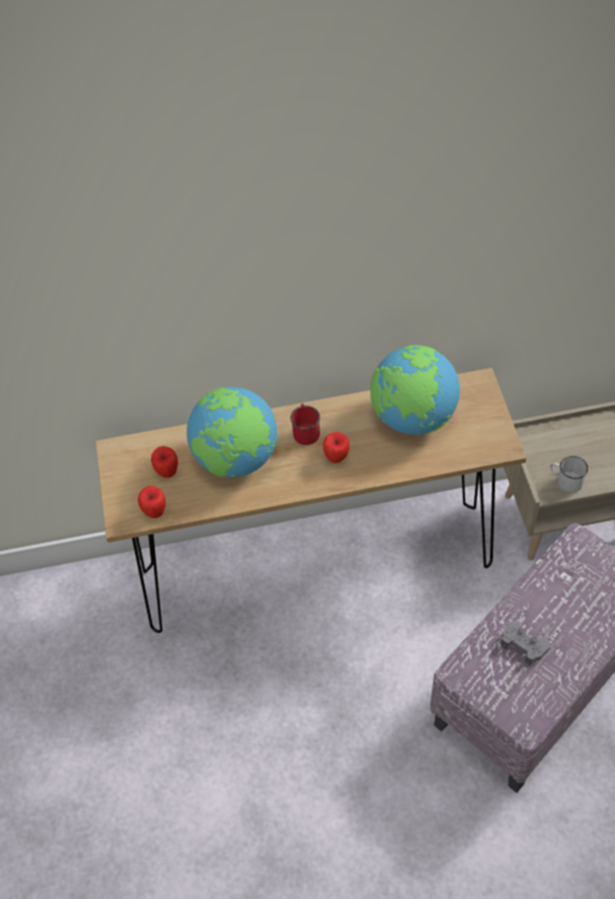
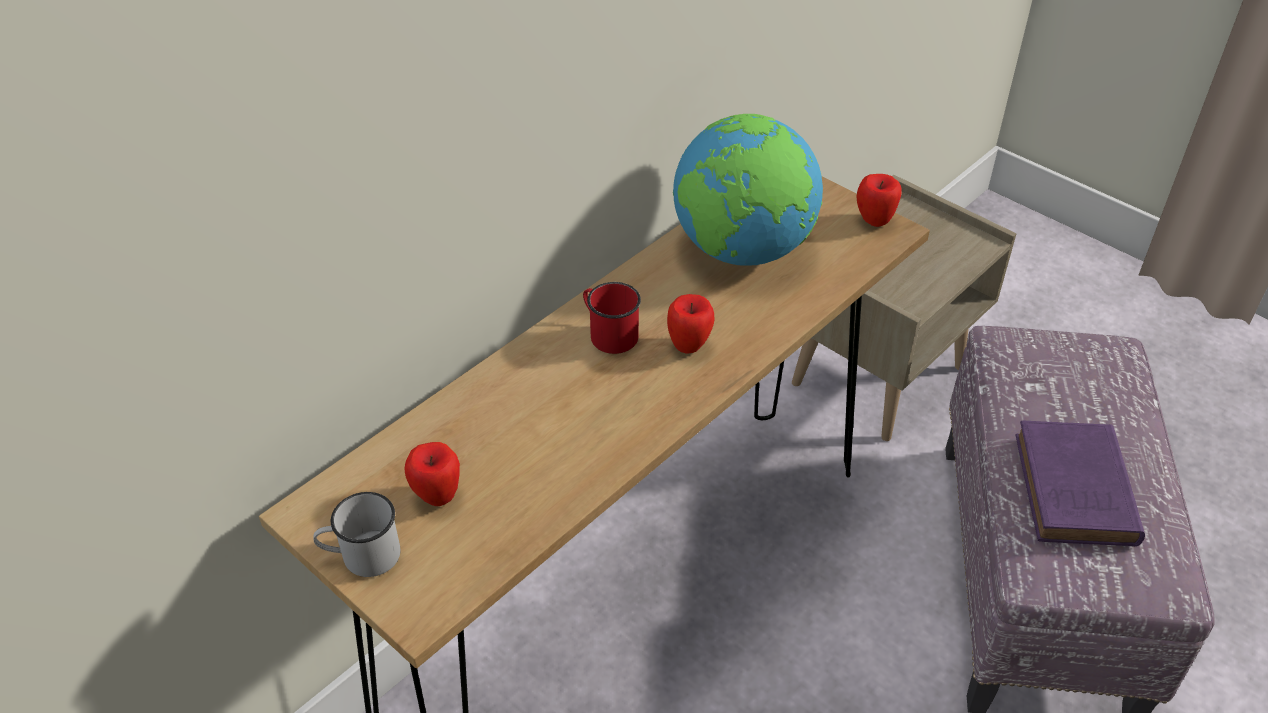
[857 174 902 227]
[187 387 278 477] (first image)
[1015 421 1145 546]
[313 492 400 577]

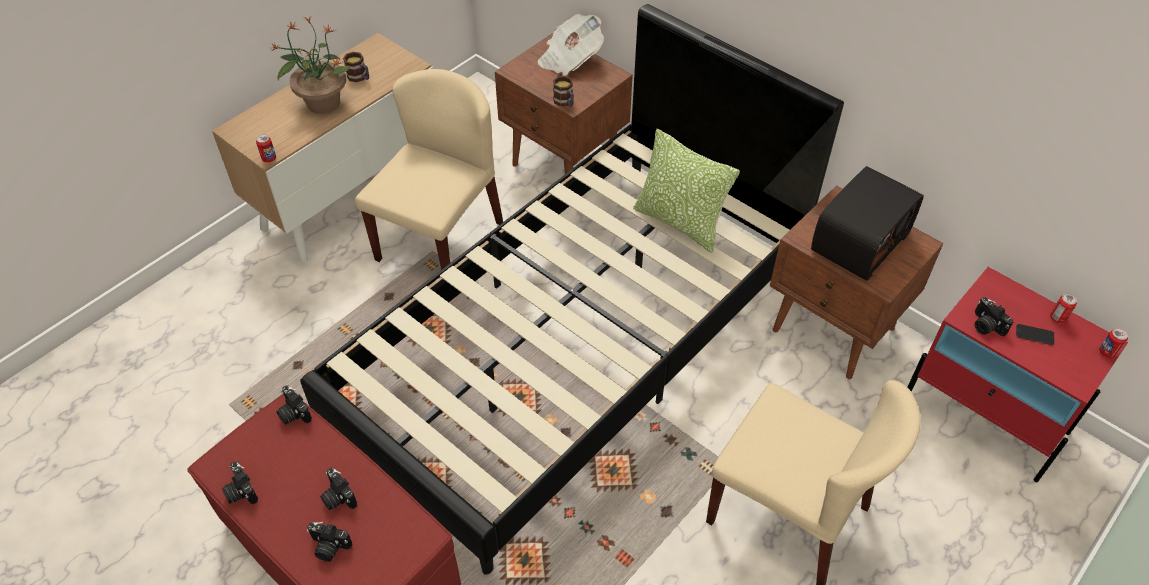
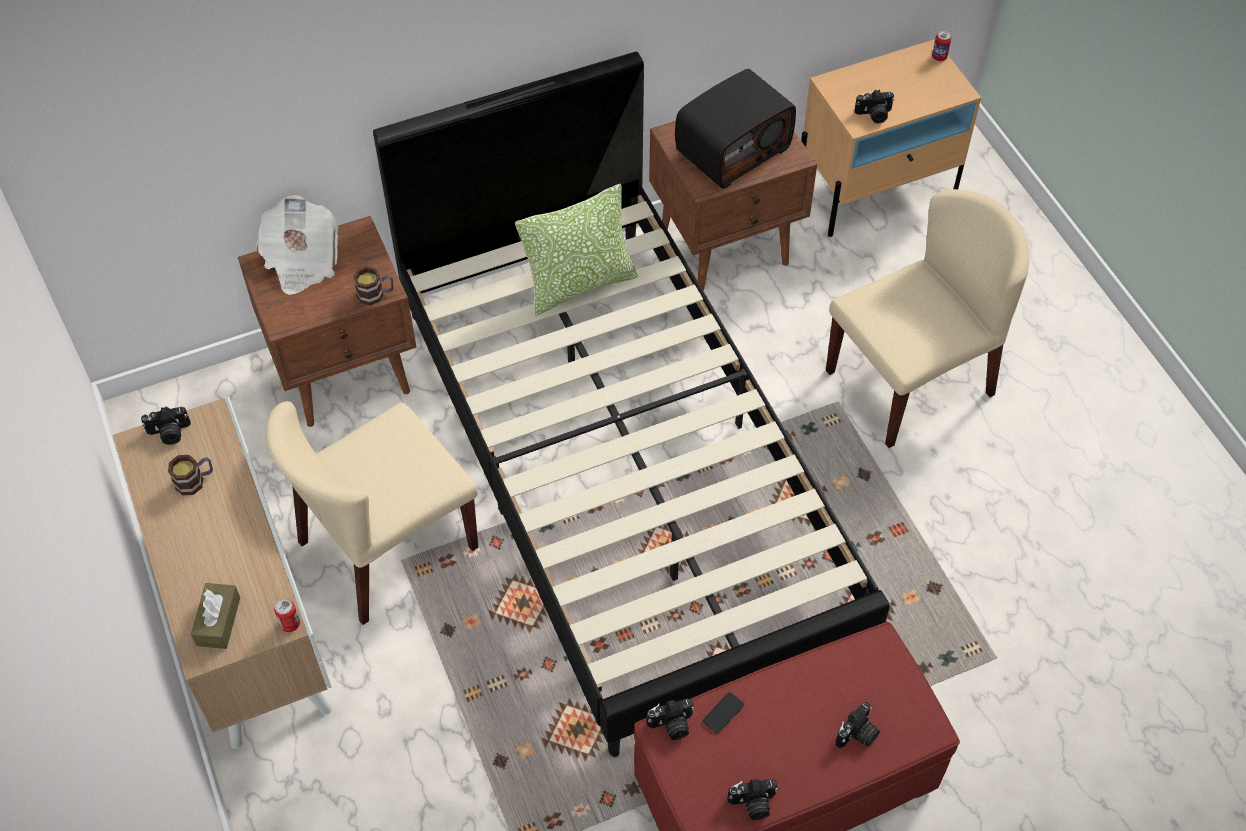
[269 17 350 114] (first image)
[141 406 191 445]
[265 401 478 625]
[675 69 796 188]
[801 39 981 237]
[702 692 744 734]
[1050 294 1077 323] (first image)
[191 583 240 649]

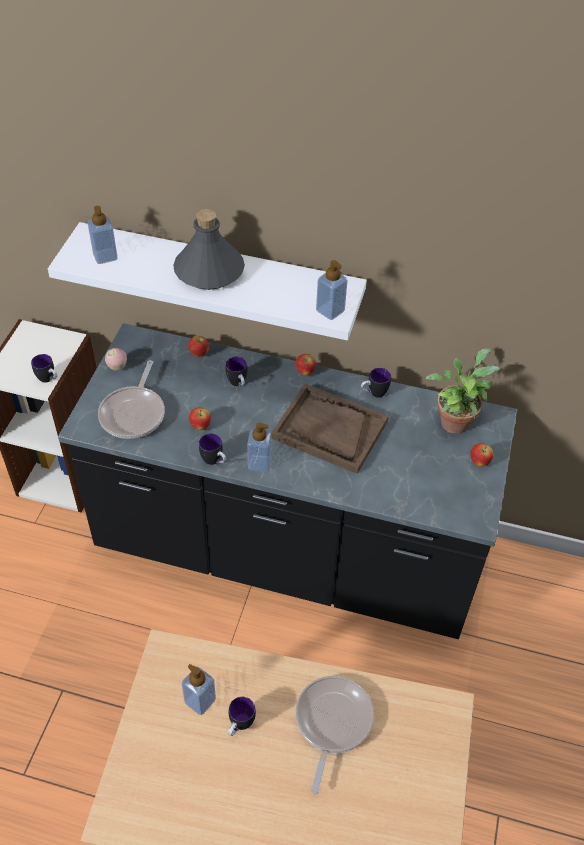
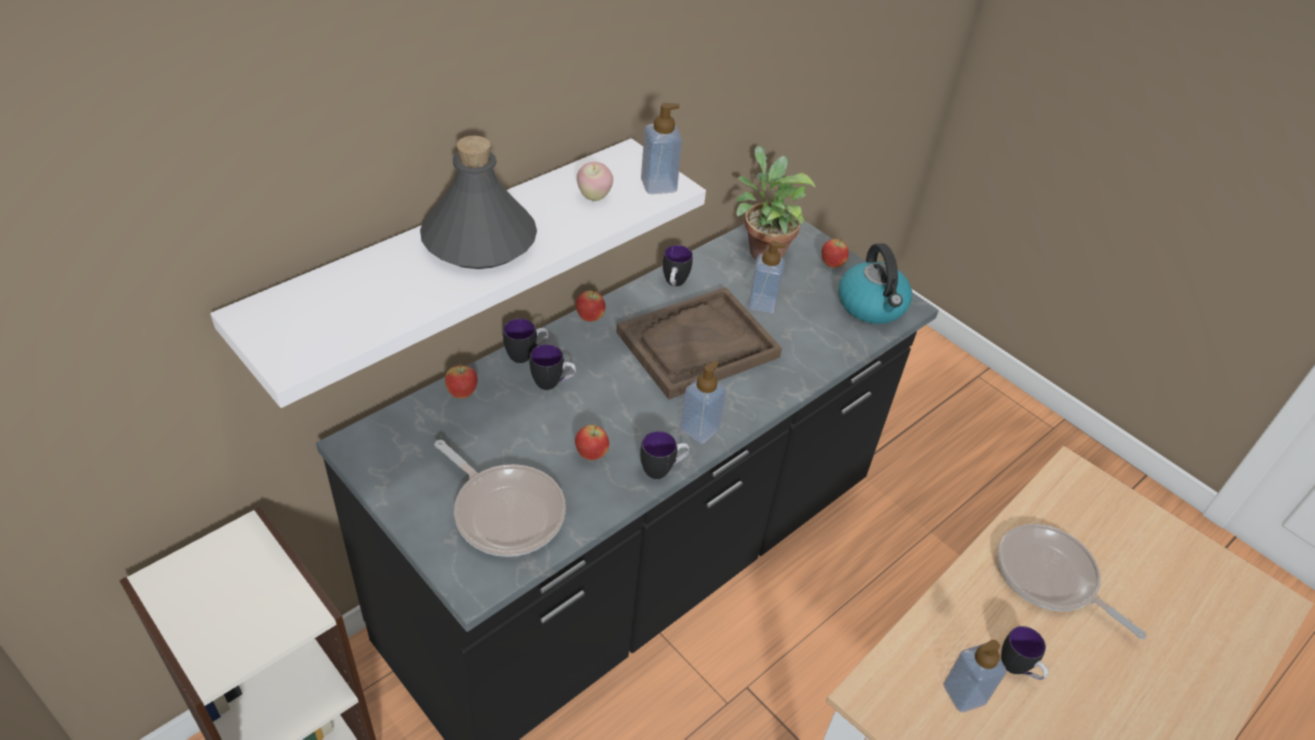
[503 318 548 363]
[748 241 786 313]
[577 162 613 201]
[839 243 912 324]

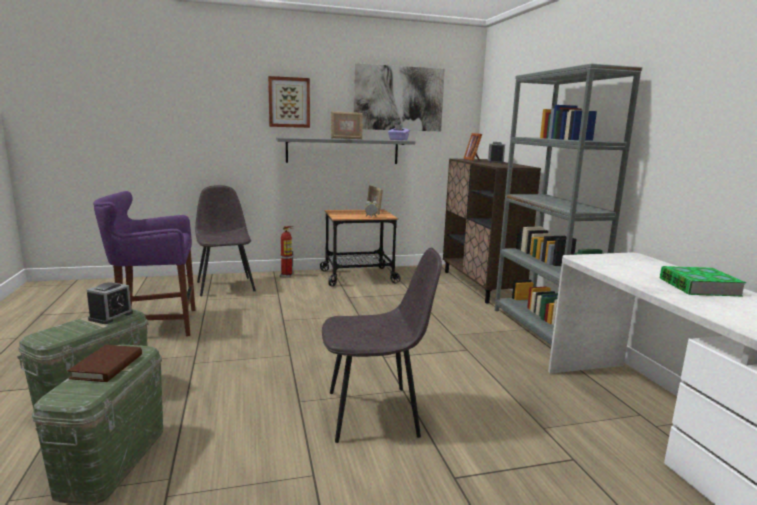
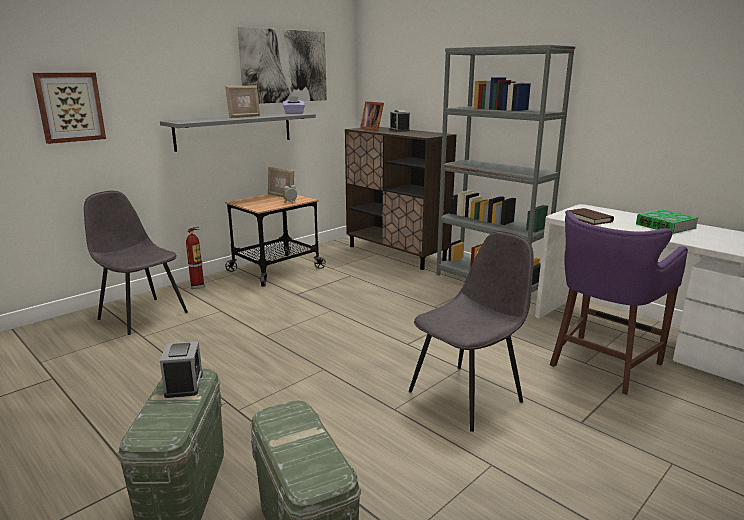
[567 208 614 225]
[550 211 688 395]
[33 73 106 144]

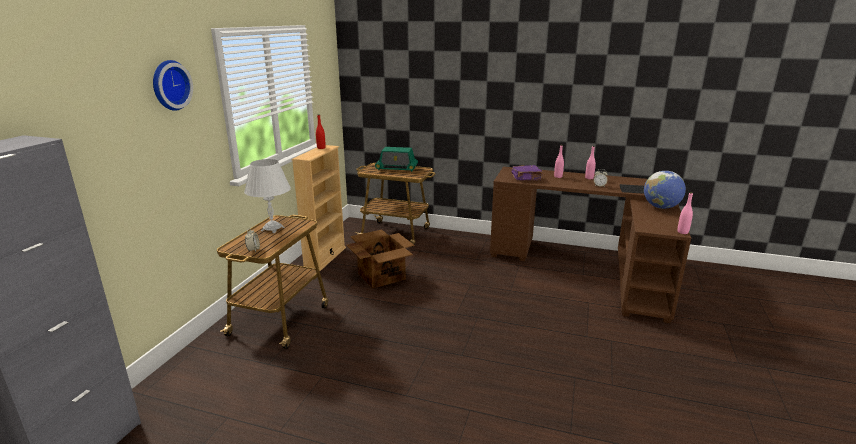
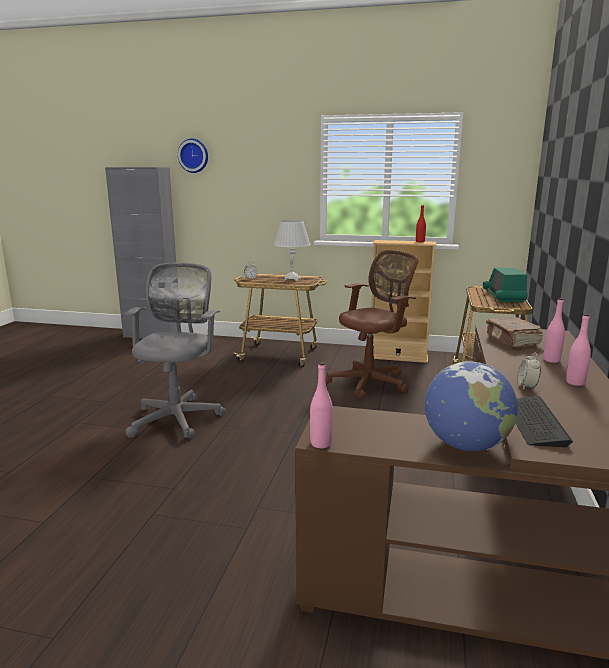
[178 138 208 173]
[325 250 418 399]
[486 317 543 348]
[124 263 226 439]

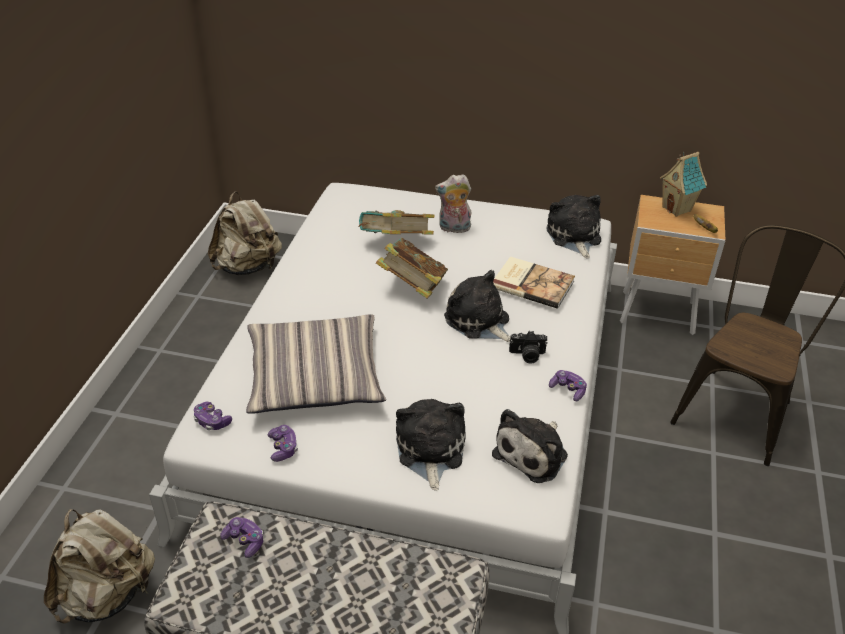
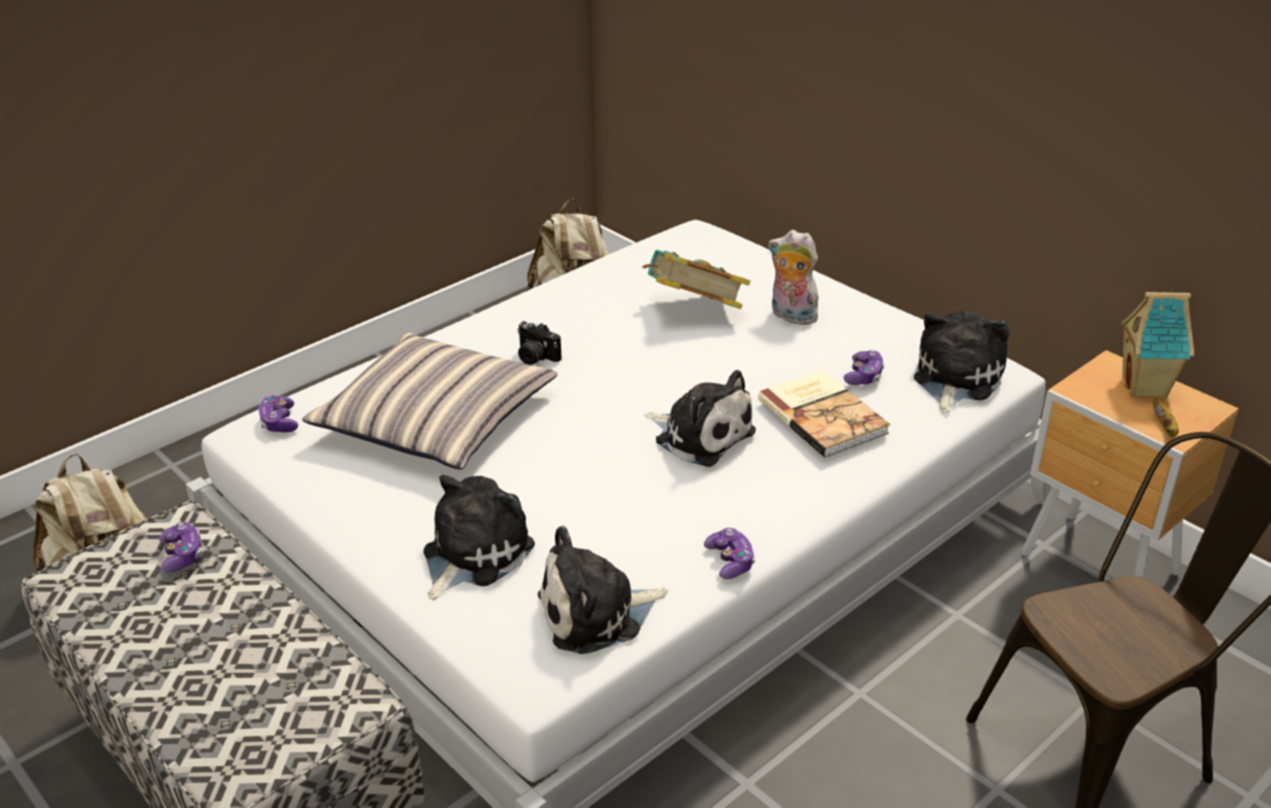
[844 350 885 385]
[376 238 448 299] (first image)
[644 370 756 467]
[517 321 562 365]

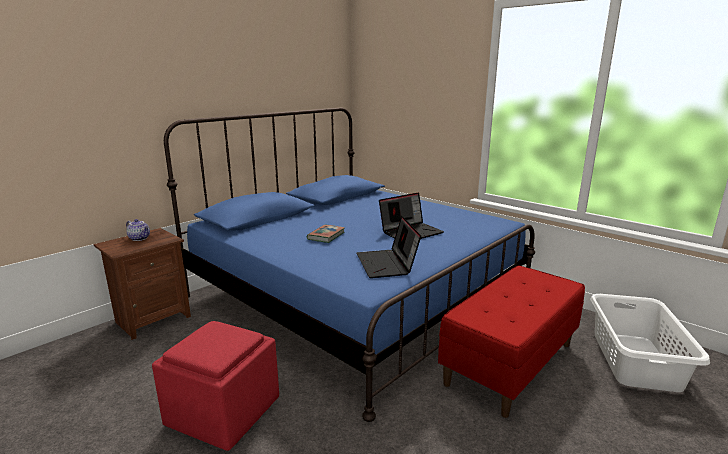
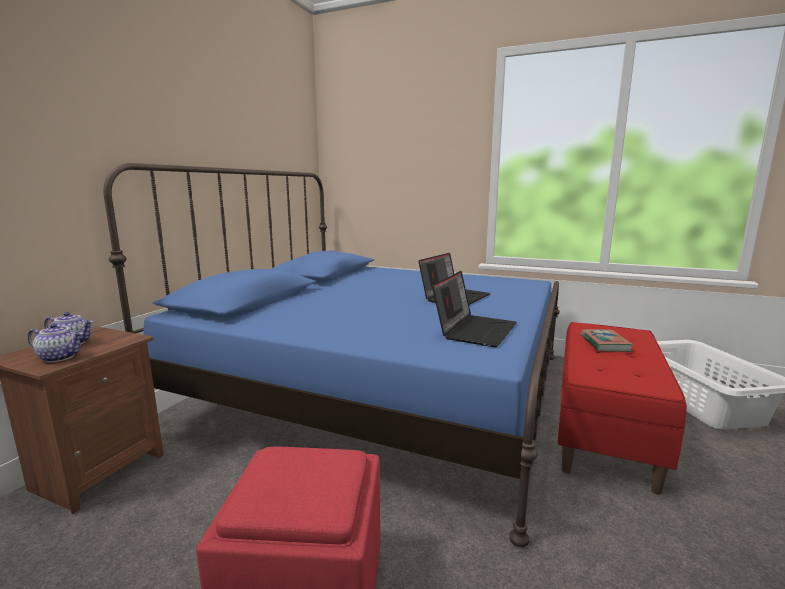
[581 329 634 352]
[432 271 517 347]
[28 323 83 362]

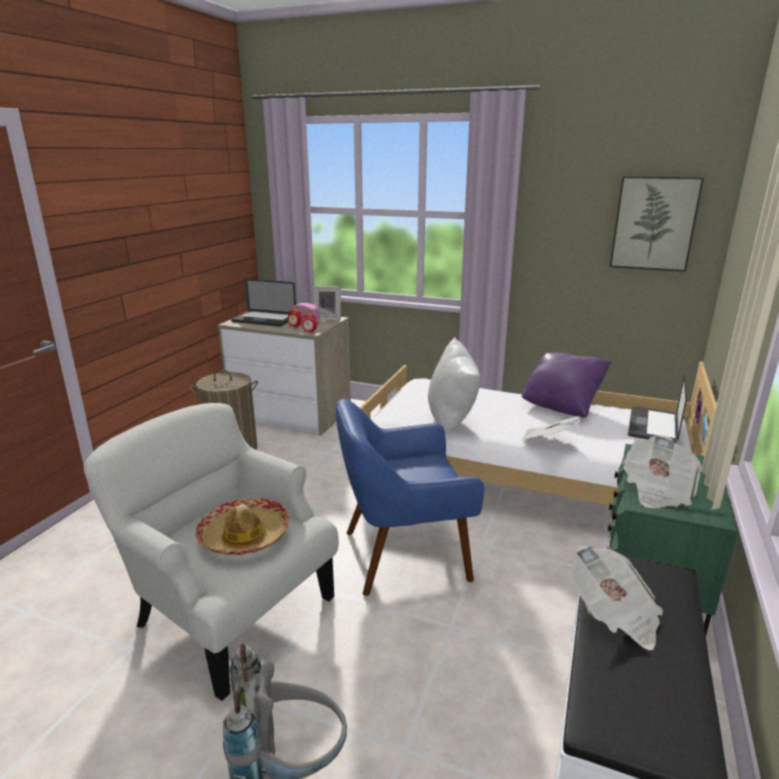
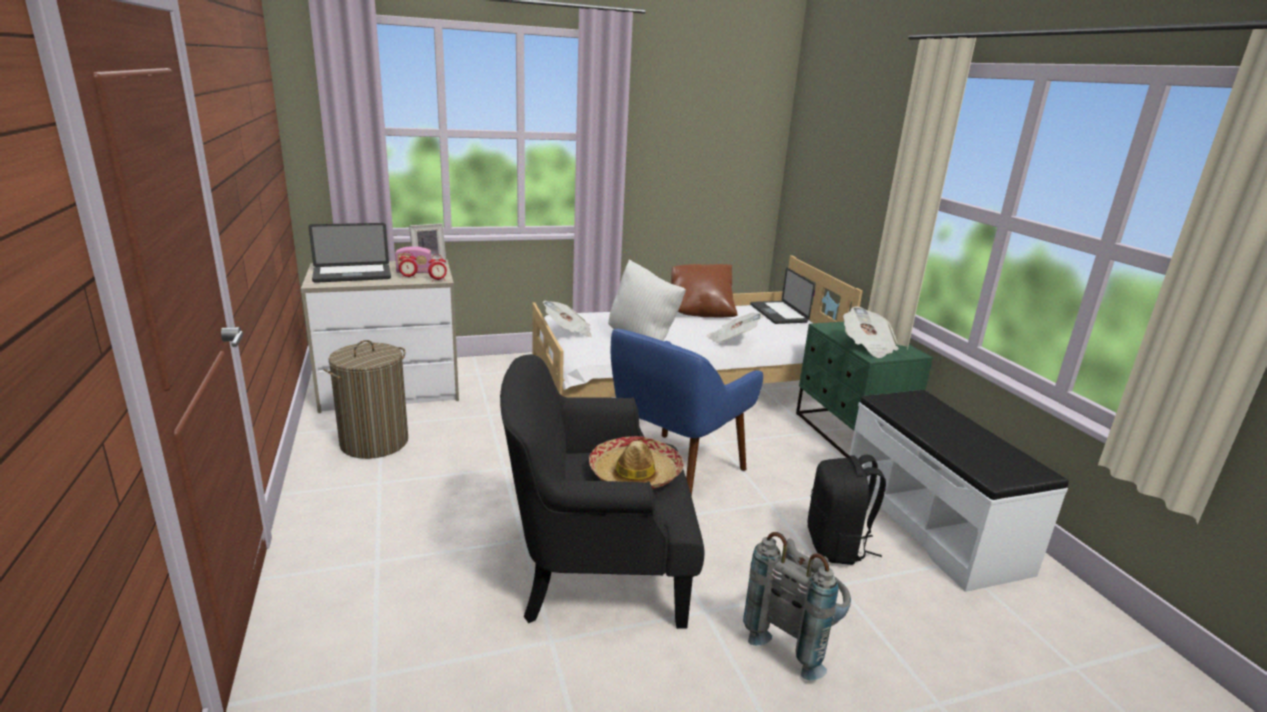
[500 354 705 629]
[671 264 737 318]
[543 301 592 337]
[610 176 704 272] (first image)
[808 455 886 565]

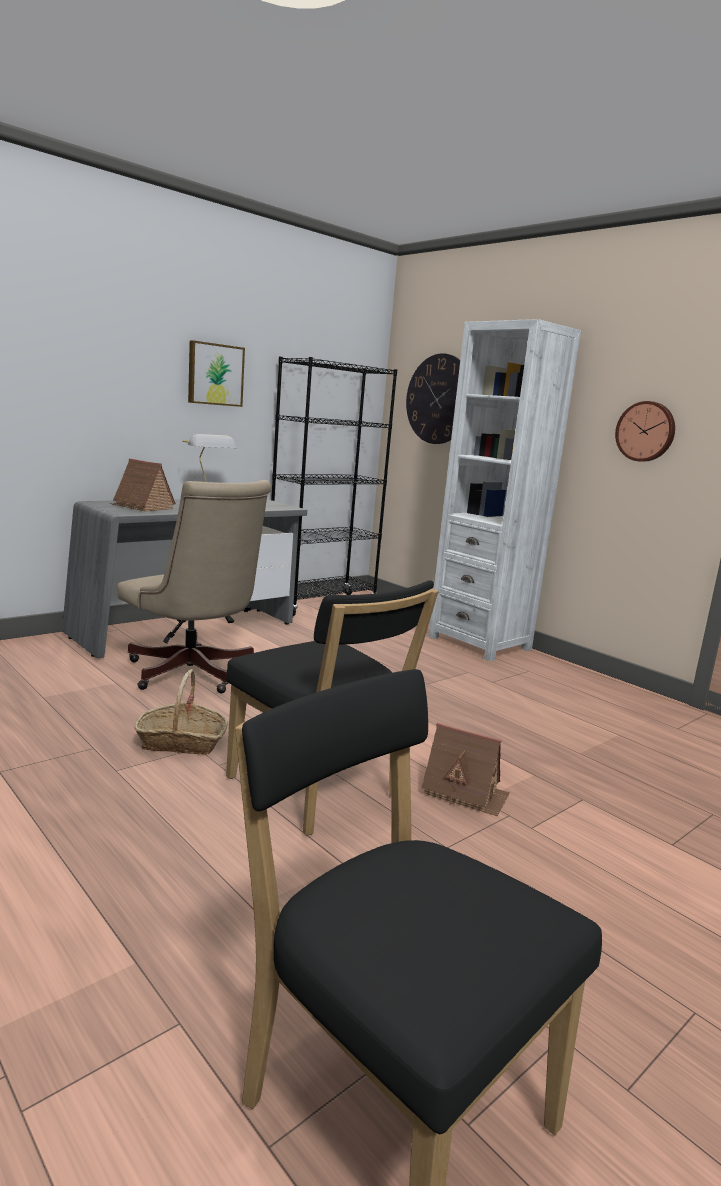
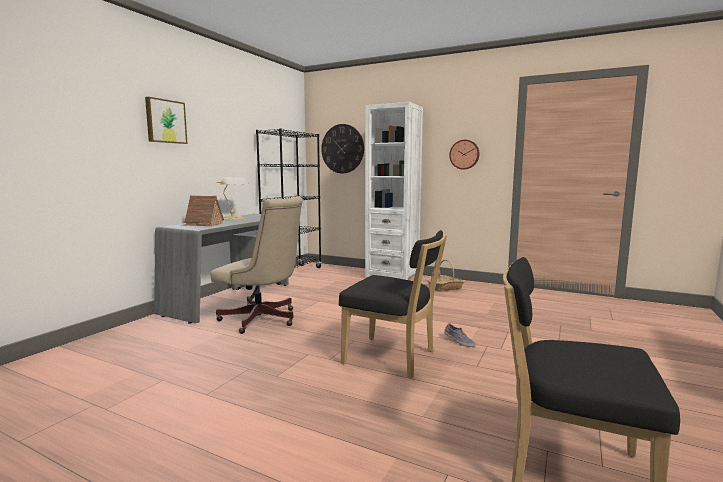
[427 260 464 292]
[145 97 188 144]
[444 323 476 347]

